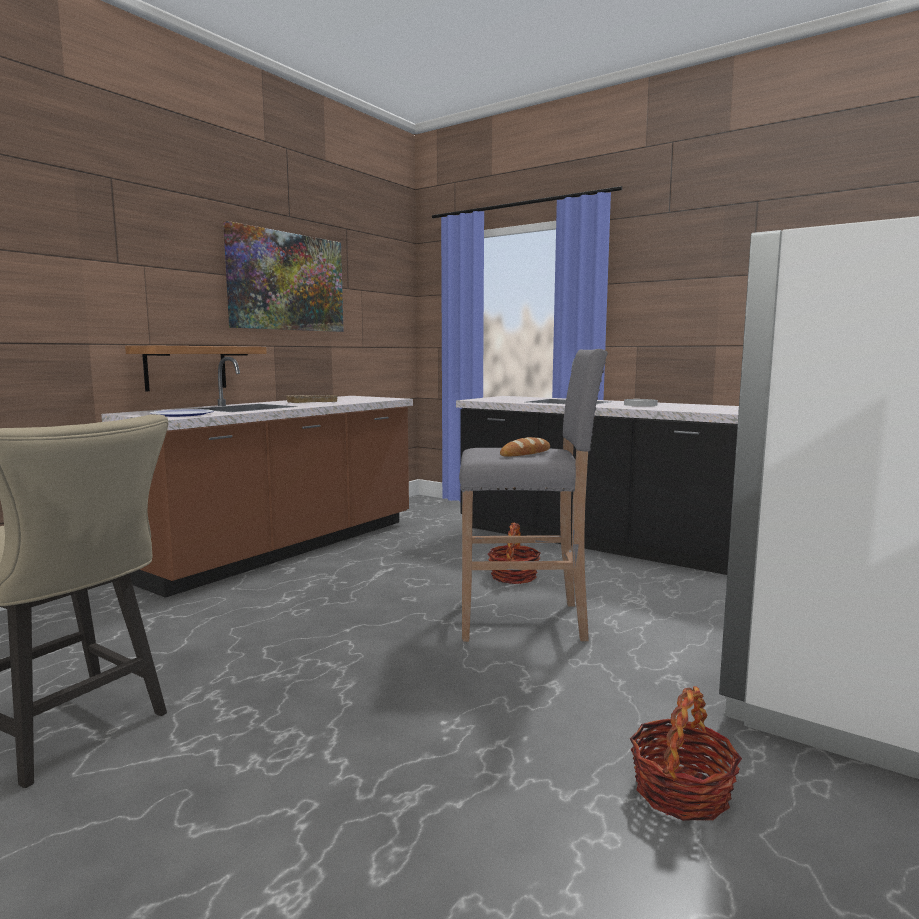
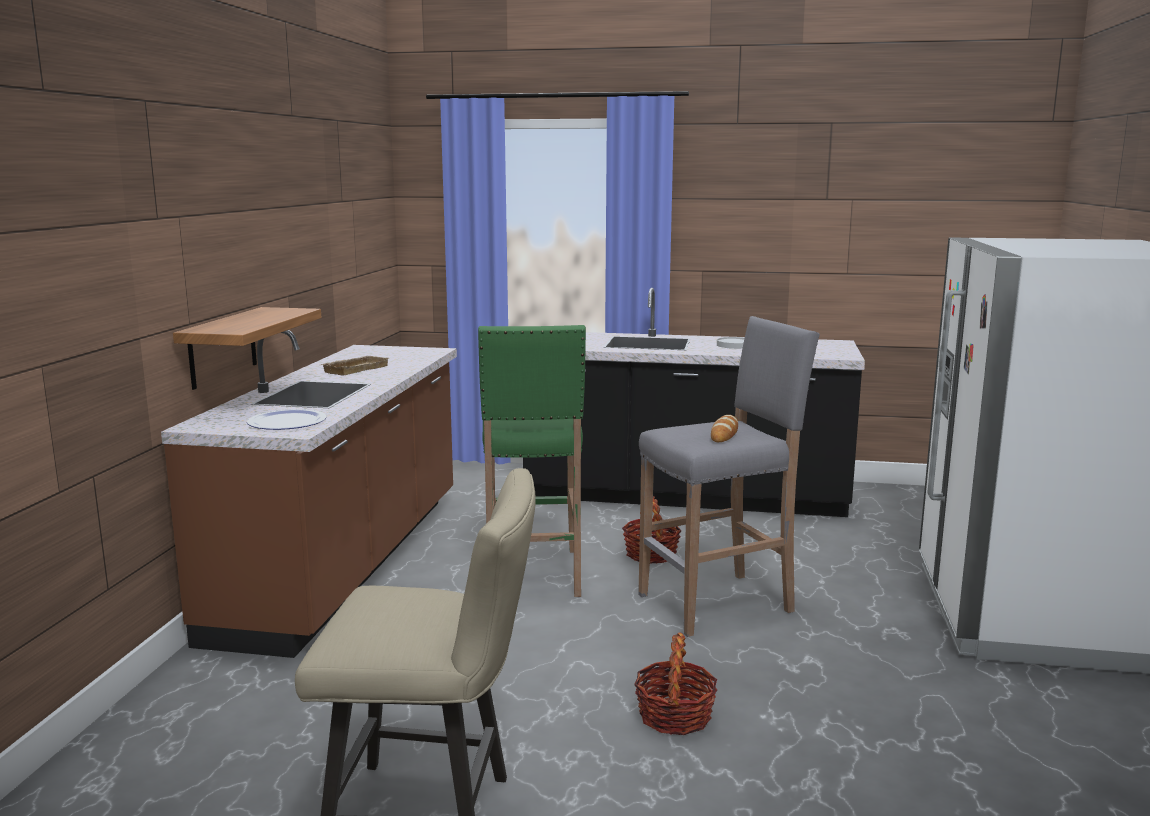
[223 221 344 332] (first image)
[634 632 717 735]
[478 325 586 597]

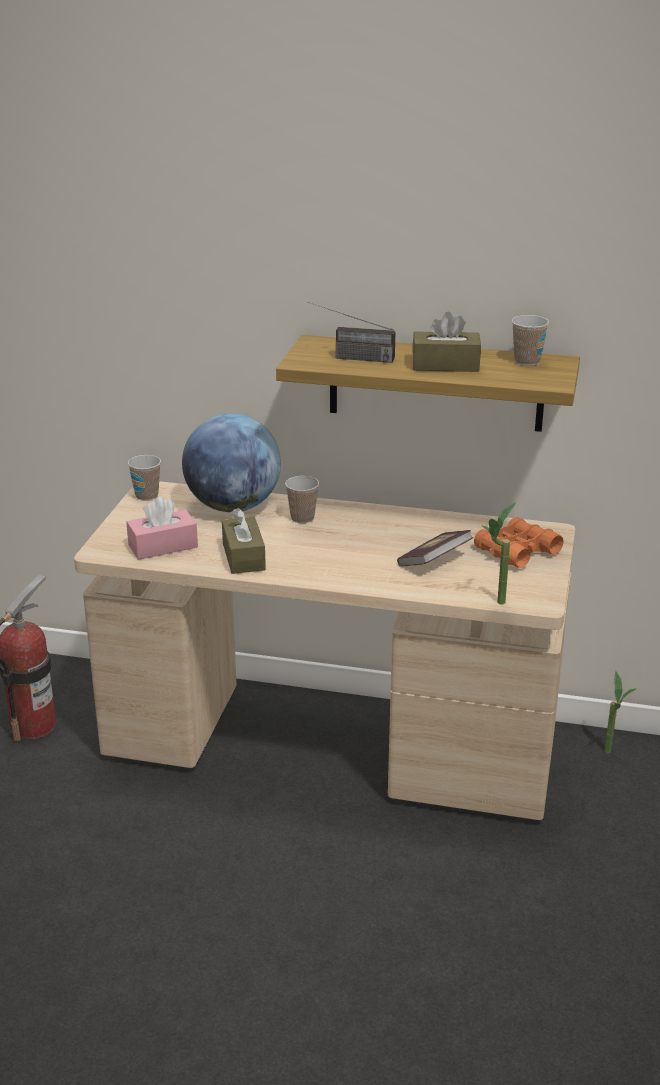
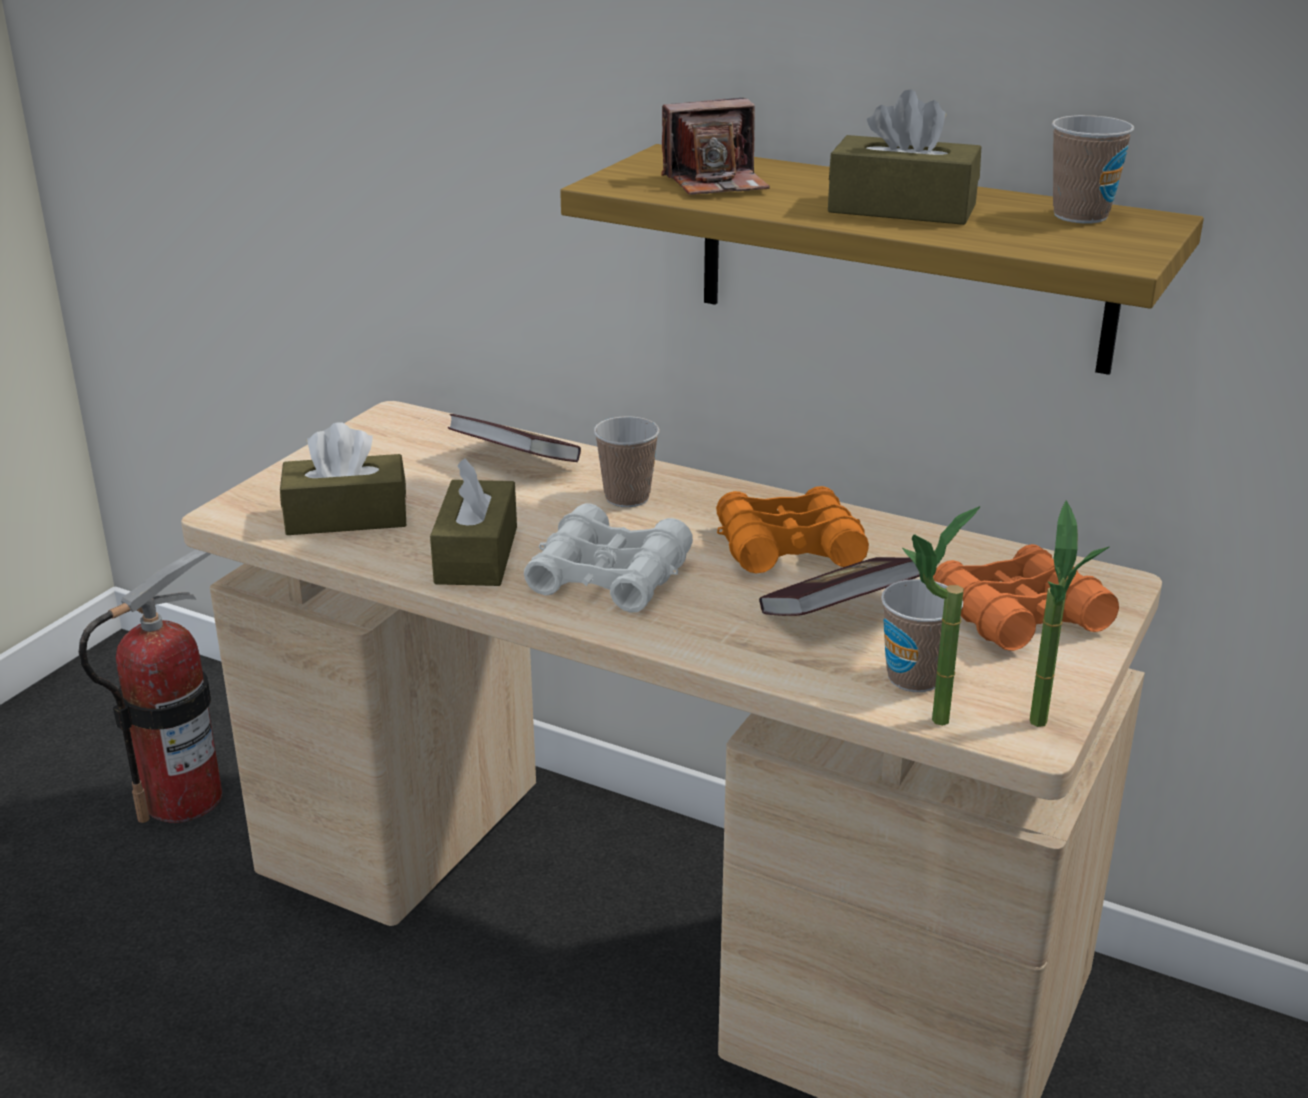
[280 422 406 535]
[881 579 963 692]
[448 414 581 462]
[661 98 770 195]
[1030 500 1110 727]
[524 503 693 613]
[716 486 869 574]

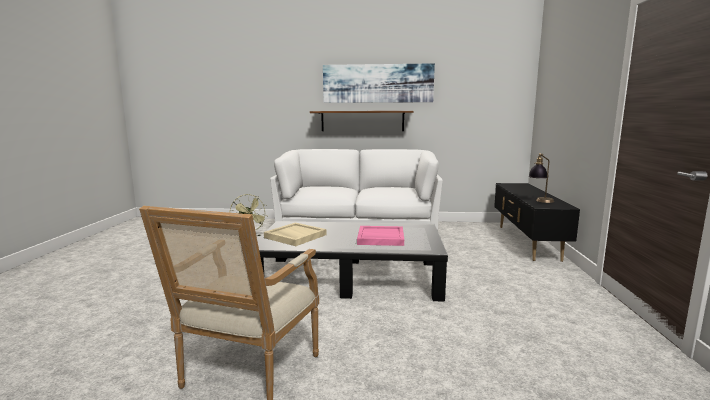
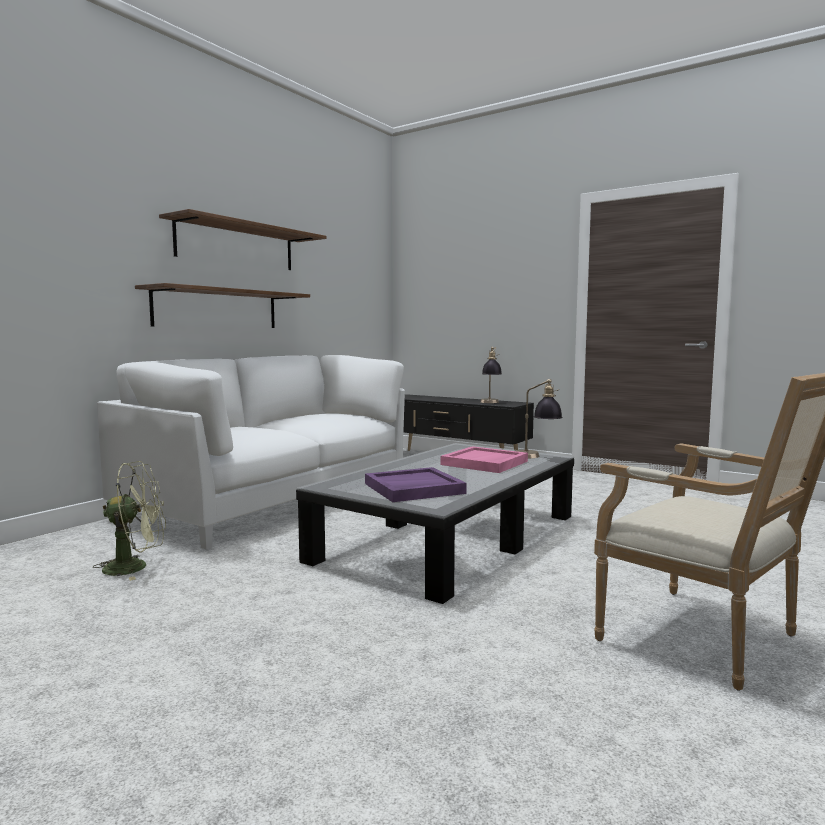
[365 467 467 502]
[159 209 327 270]
[515 379 563 458]

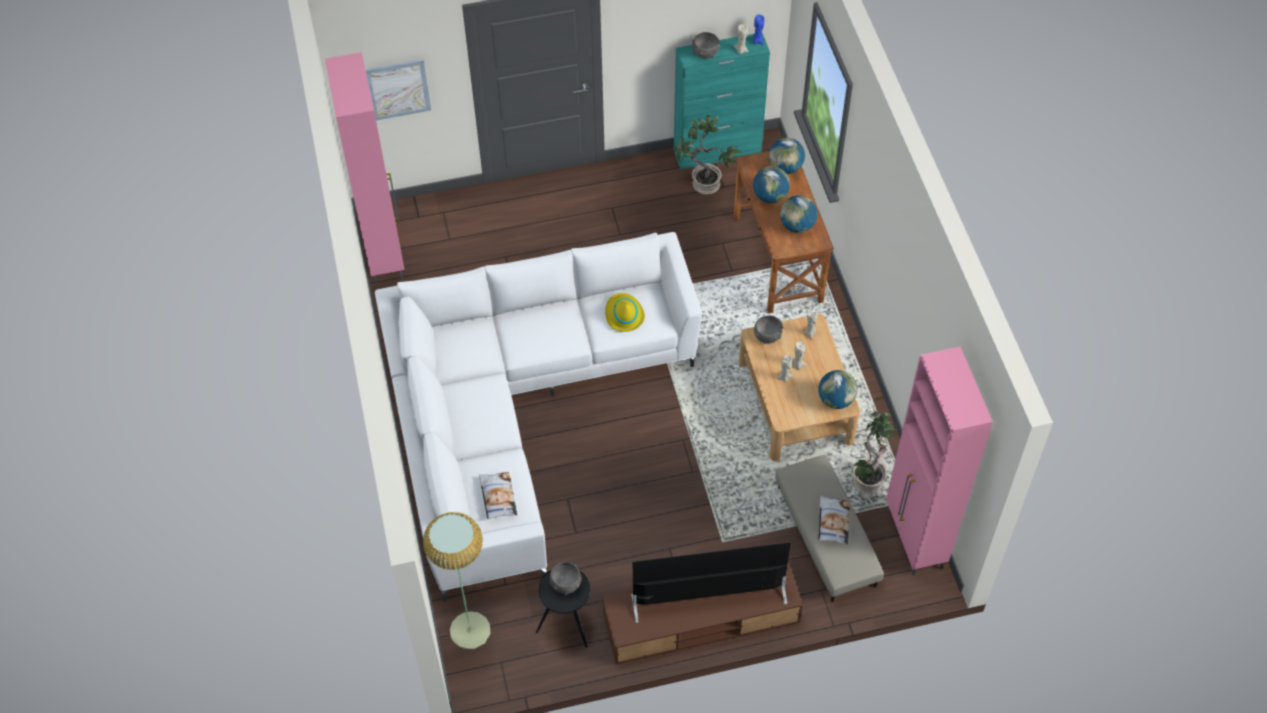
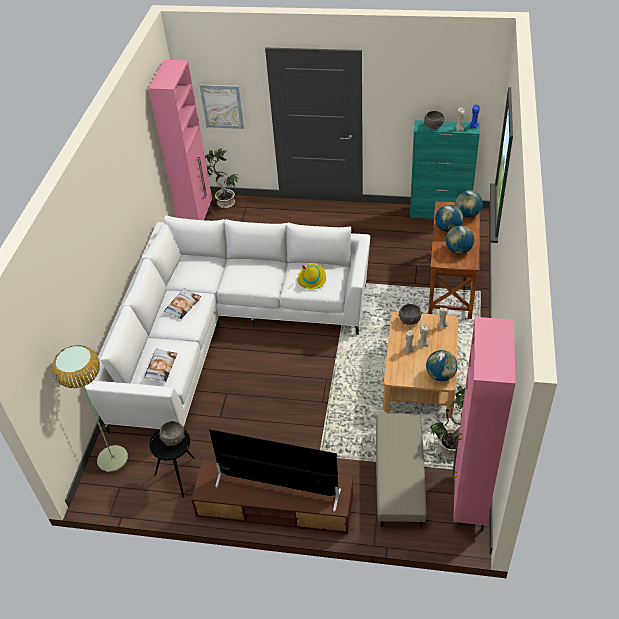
[205 149 240 208]
[164 288 201 319]

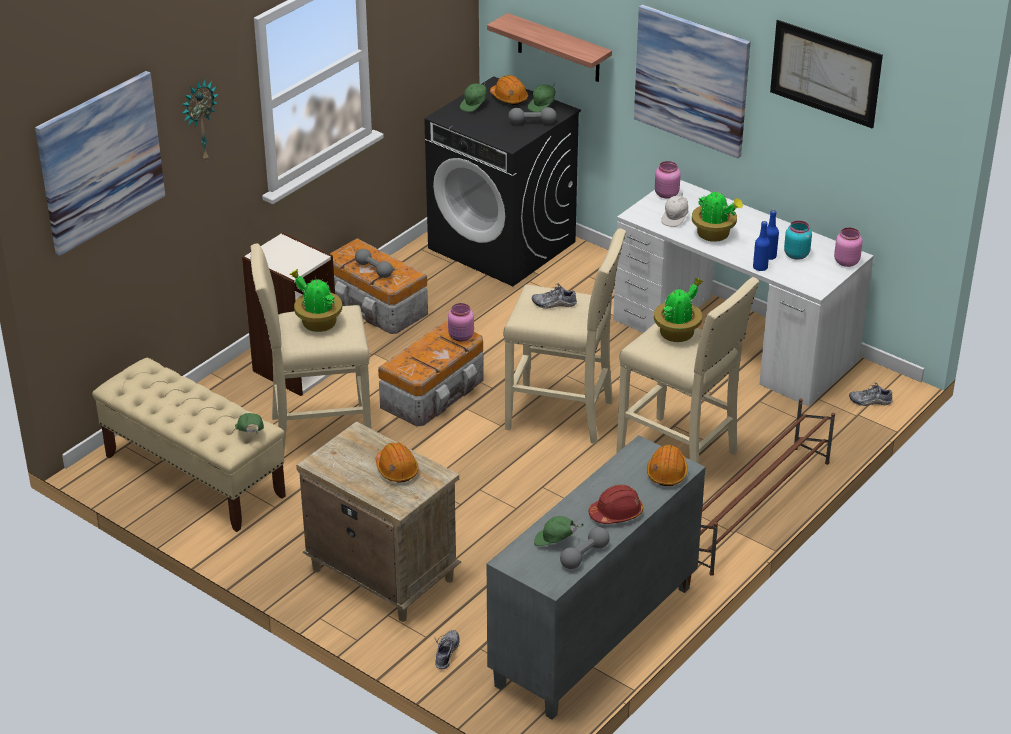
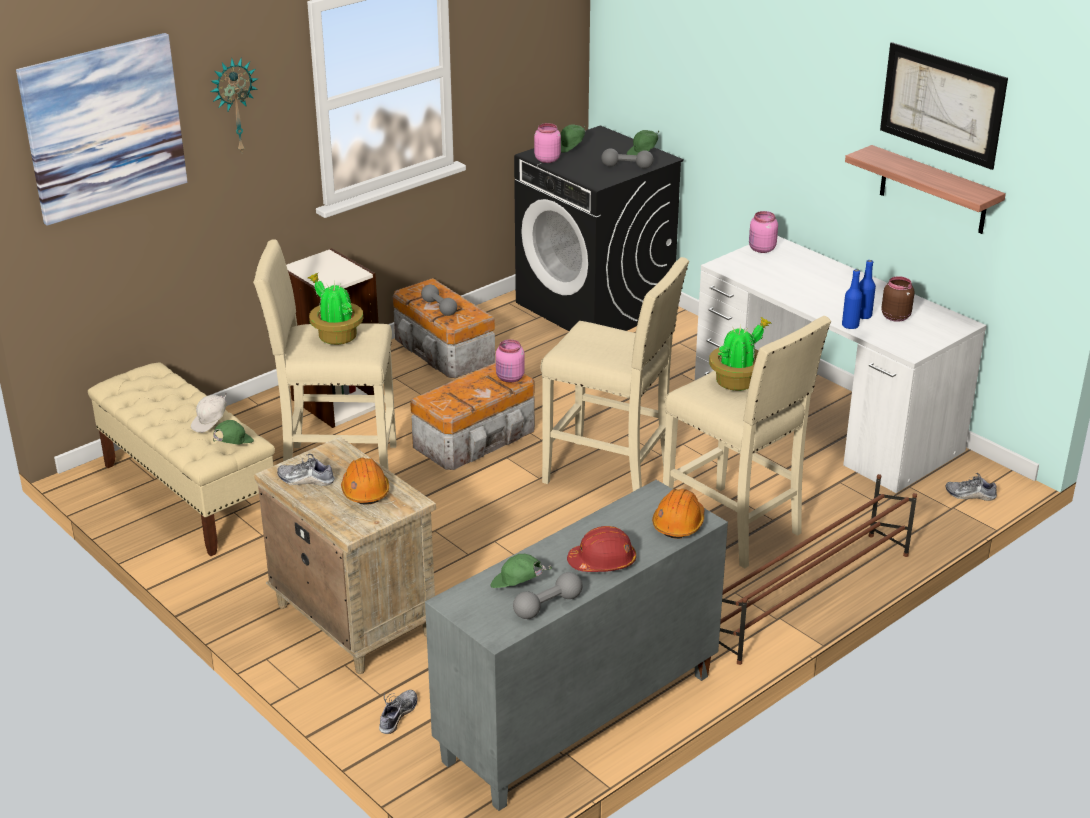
[213 420 254 444]
[845 145 1006 234]
[490 75 528 105] (first image)
[277 454 335 486]
[634 5 751 158] (first image)
[191 392 227 433]
[692 189 743 242] (first image)
[881 276 915 322]
[534 123 561 163]

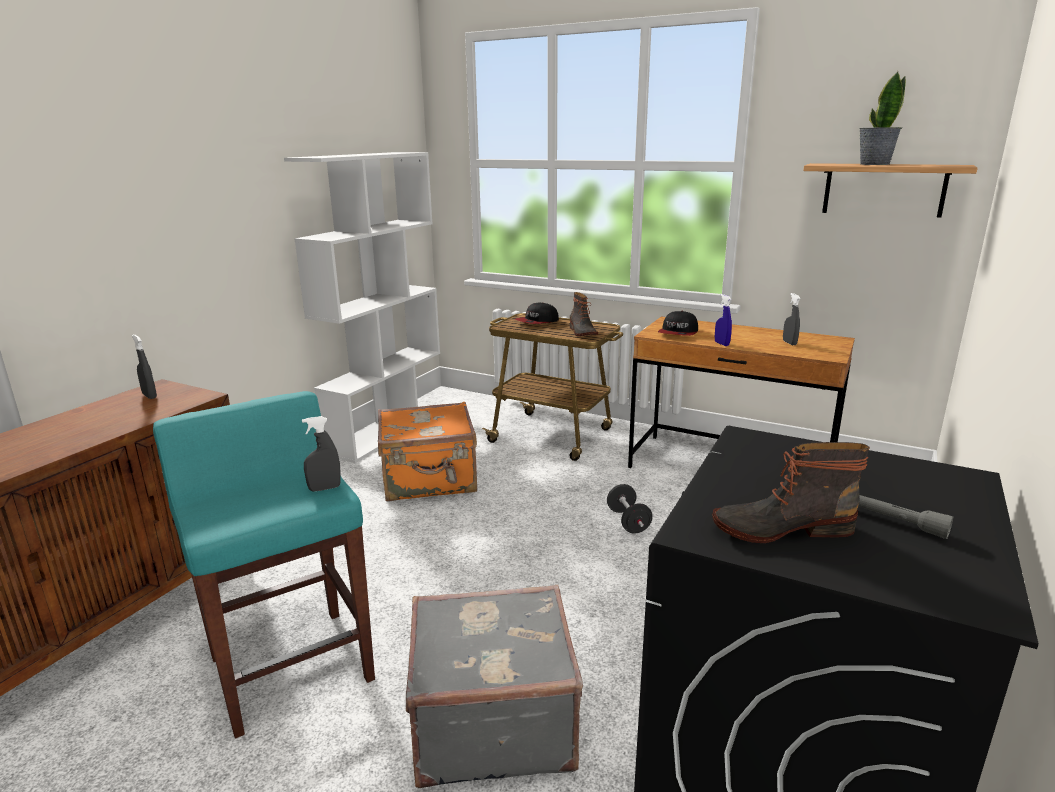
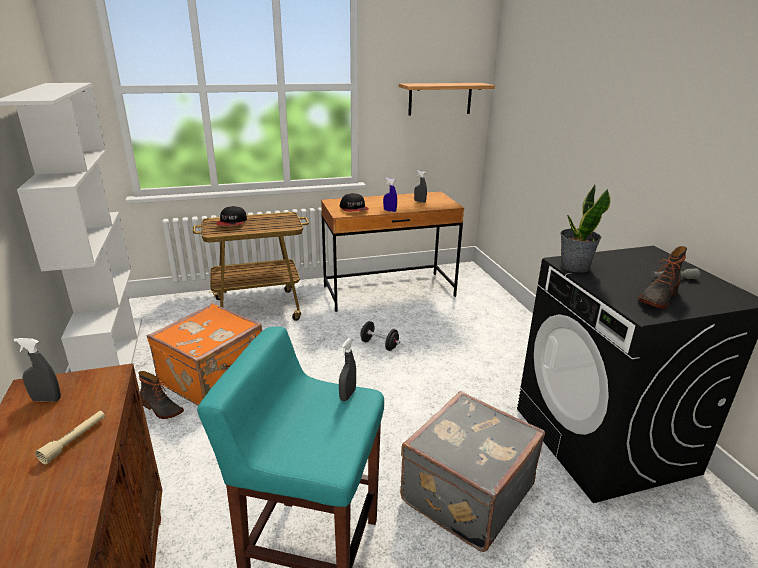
[138 371 184 419]
[560 185 611 273]
[35 411 105 464]

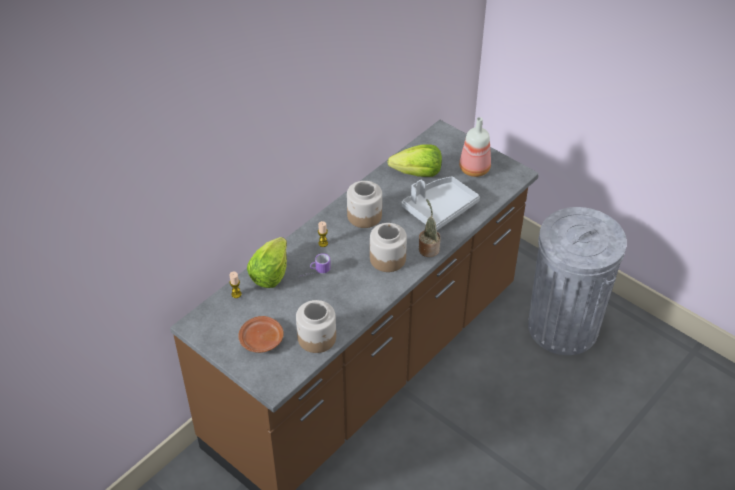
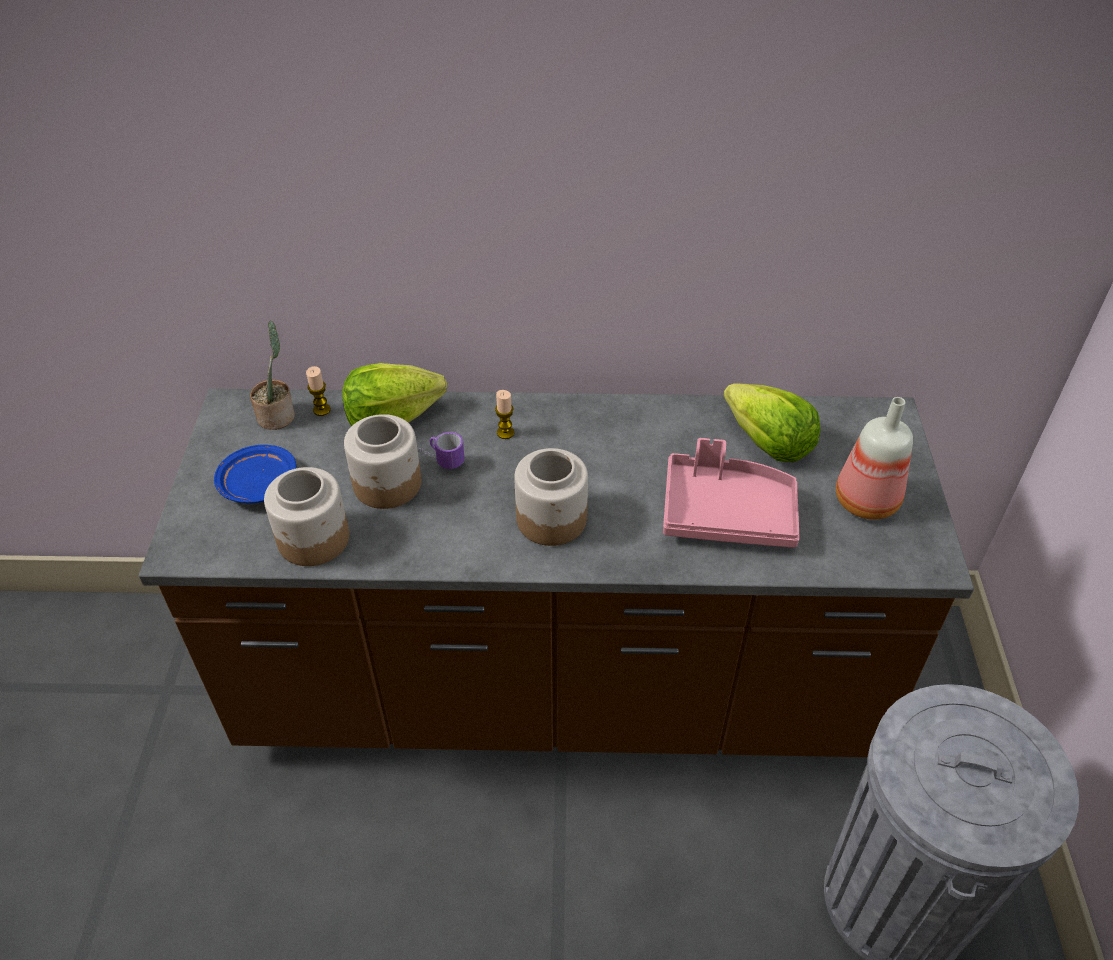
[214 445 296 503]
[344 414 421 509]
[663 438 800 548]
[250 321 295 430]

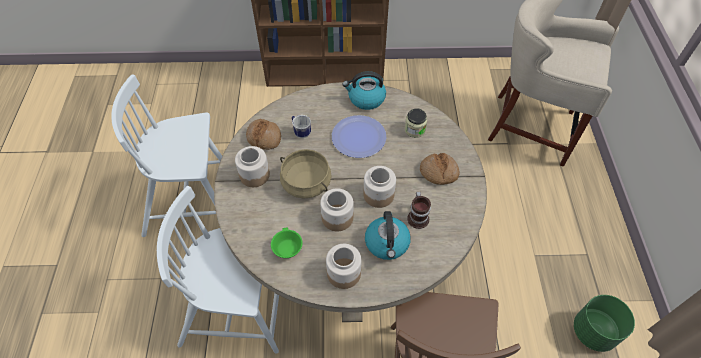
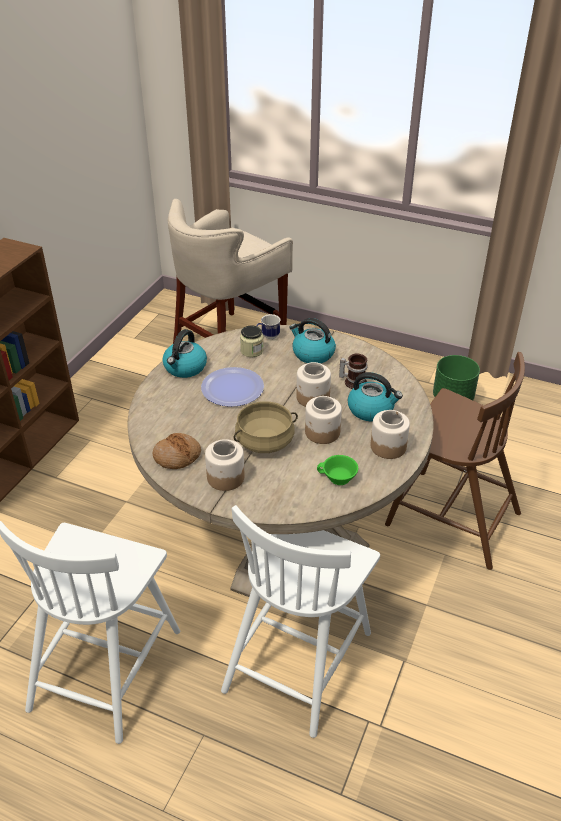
[256 314 281 339]
[289 318 336 363]

